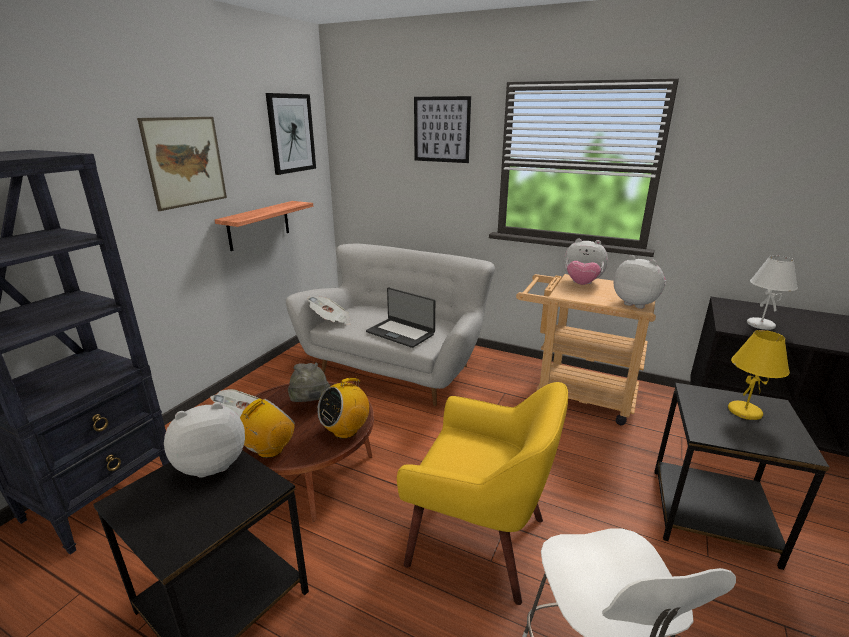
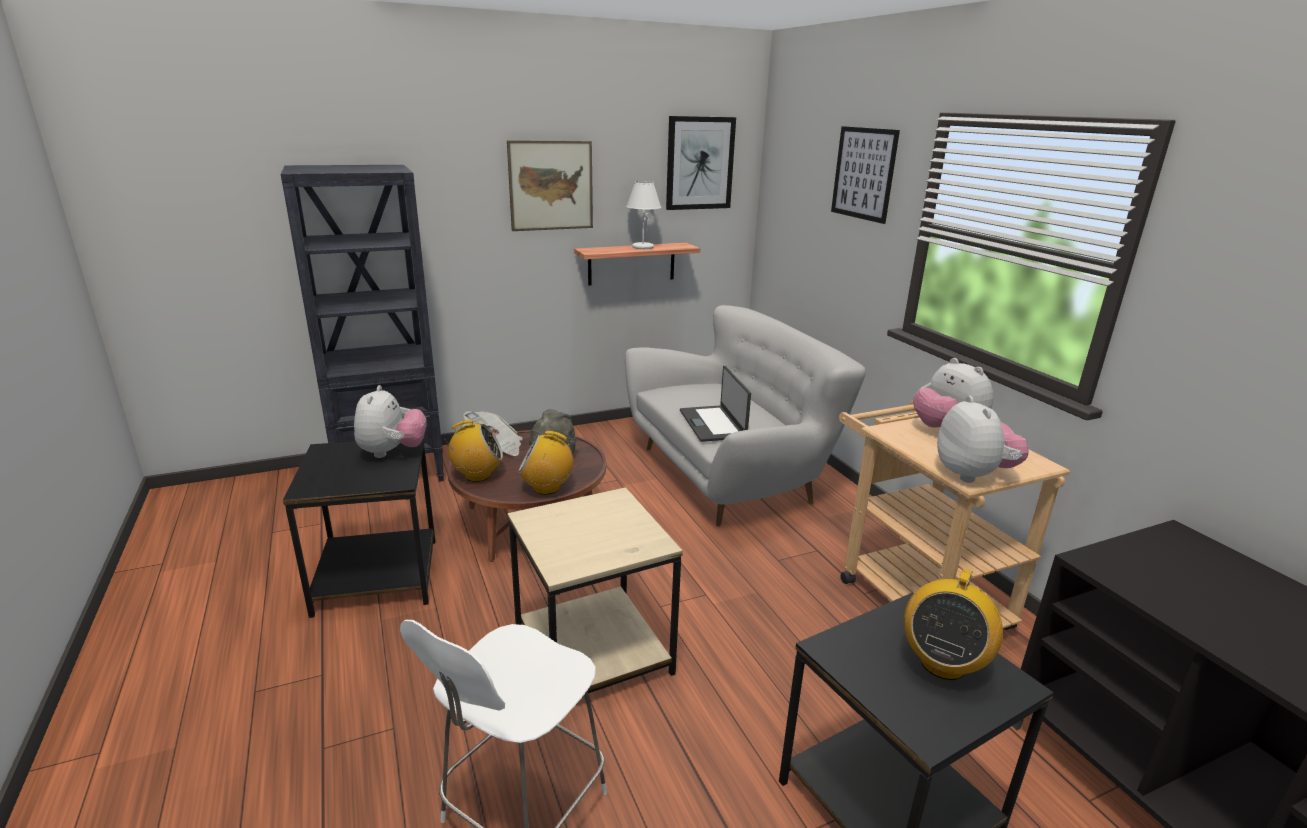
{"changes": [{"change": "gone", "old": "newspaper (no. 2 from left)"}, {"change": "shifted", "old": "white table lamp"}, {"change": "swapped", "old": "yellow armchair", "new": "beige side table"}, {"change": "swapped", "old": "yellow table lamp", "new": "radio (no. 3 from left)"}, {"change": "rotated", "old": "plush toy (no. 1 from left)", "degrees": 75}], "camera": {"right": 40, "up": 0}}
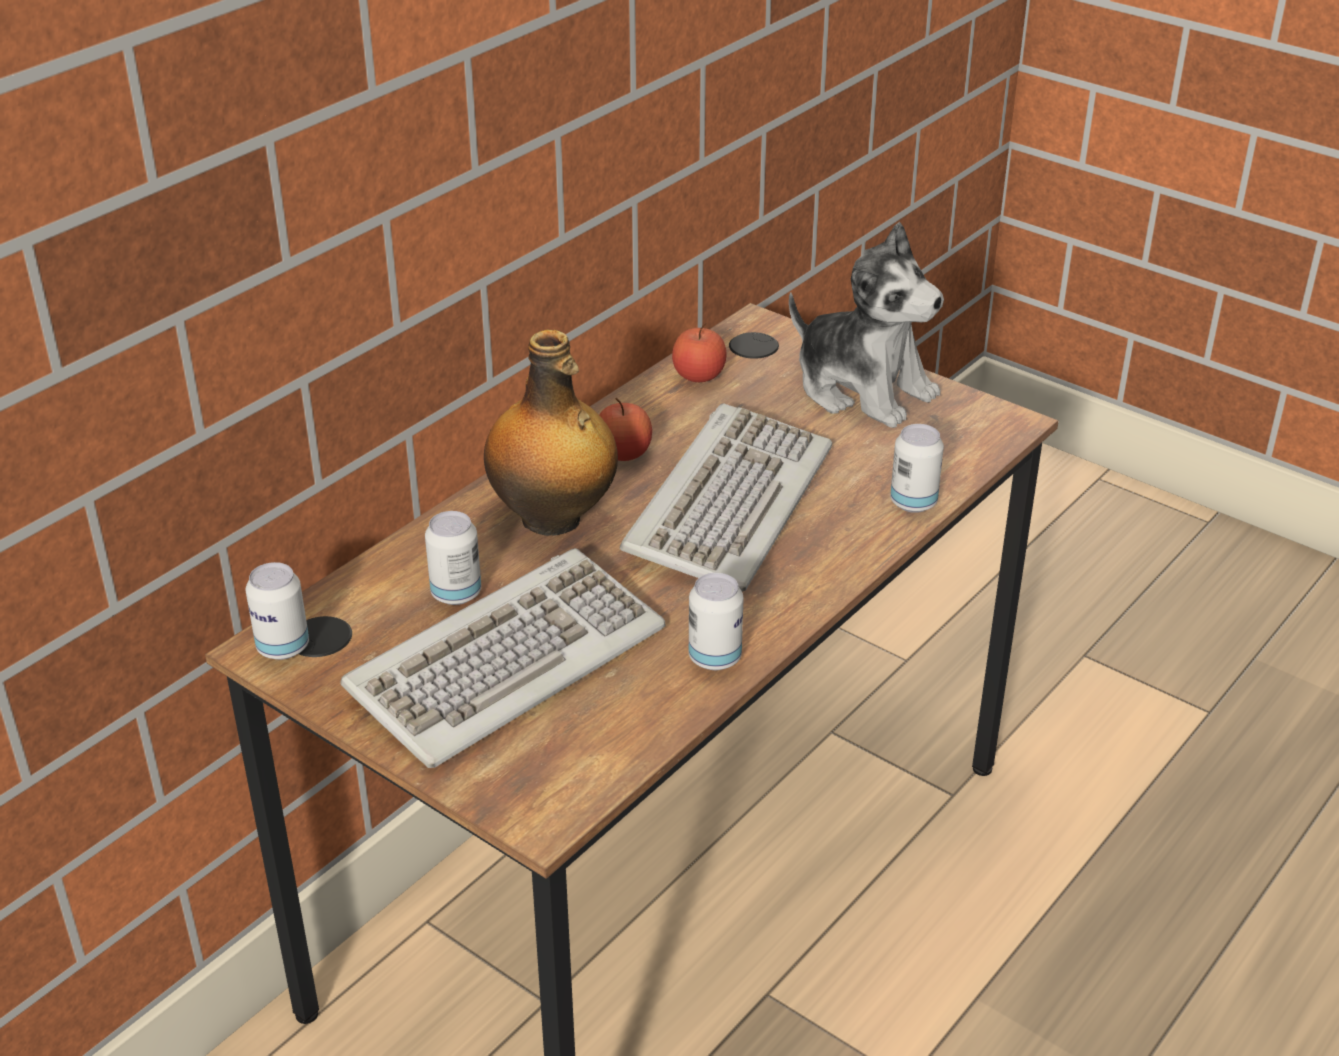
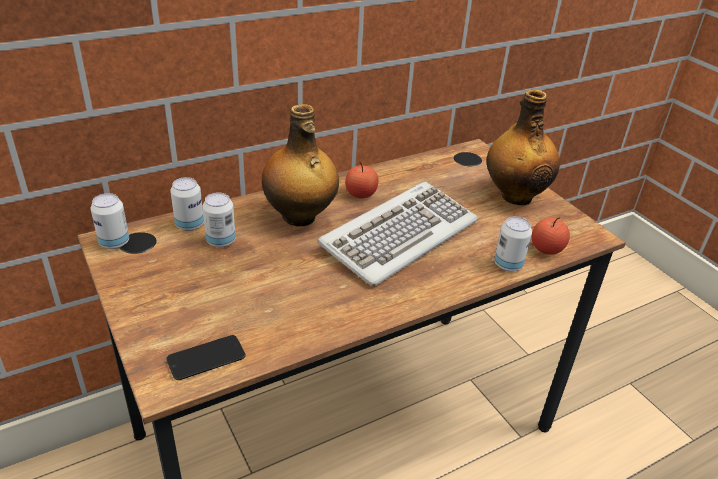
{"changes": [{"change": "gone", "old": "keyboard (no. 1 from left)"}, {"change": "new", "new": "phone"}, {"change": "shifted", "old": "apple (no. 2 from left)"}, {"change": "shifted", "old": "can (no. 3 from left in the first image)", "new": "can (no. 2 from left)"}, {"change": "swapped", "old": "plush toy", "new": "bottle (no. 2 from left)"}], "camera": {"right": 20, "up": 0}}
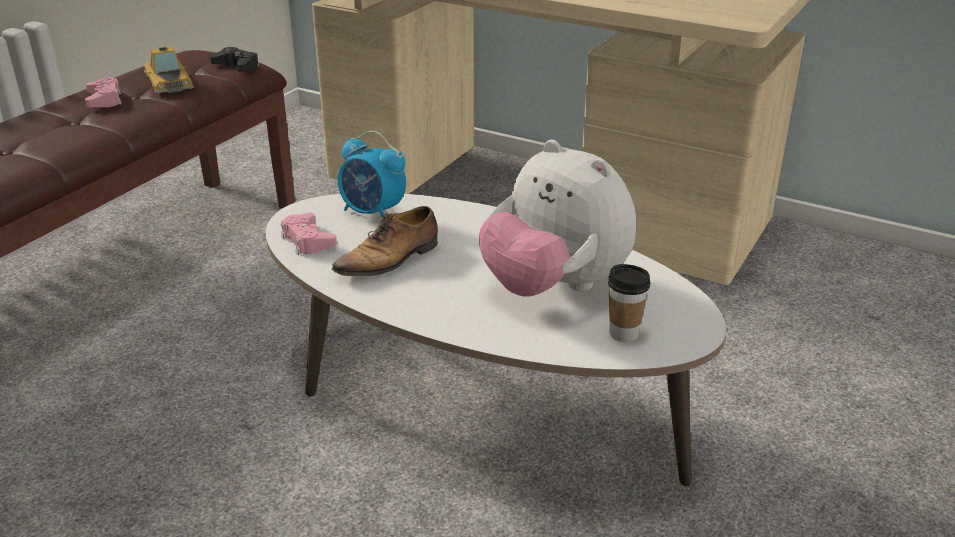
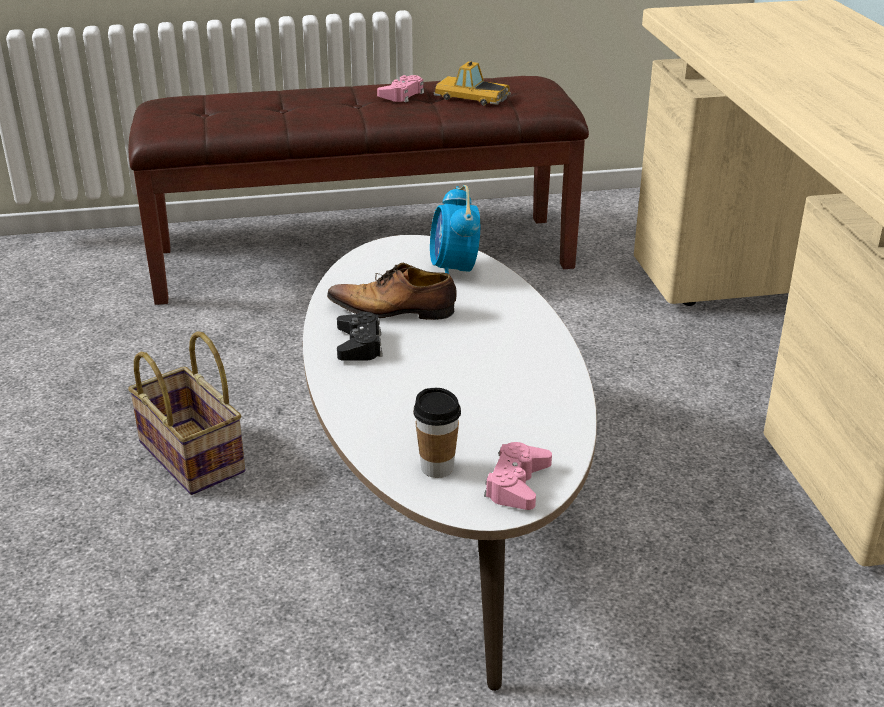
{"changes": [{"change": "gone", "old": "plush toy"}, {"change": "new", "new": "basket"}, {"change": "shifted", "old": "black game controller"}, {"change": "shifted", "old": "pink game controller (no. 2 from left)"}, {"change": "rotated", "old": "toy car", "degrees": -90}], "camera": {"right": 50, "up": 0}}
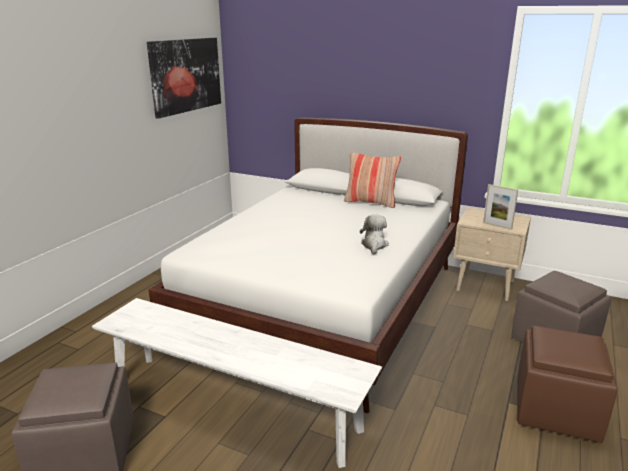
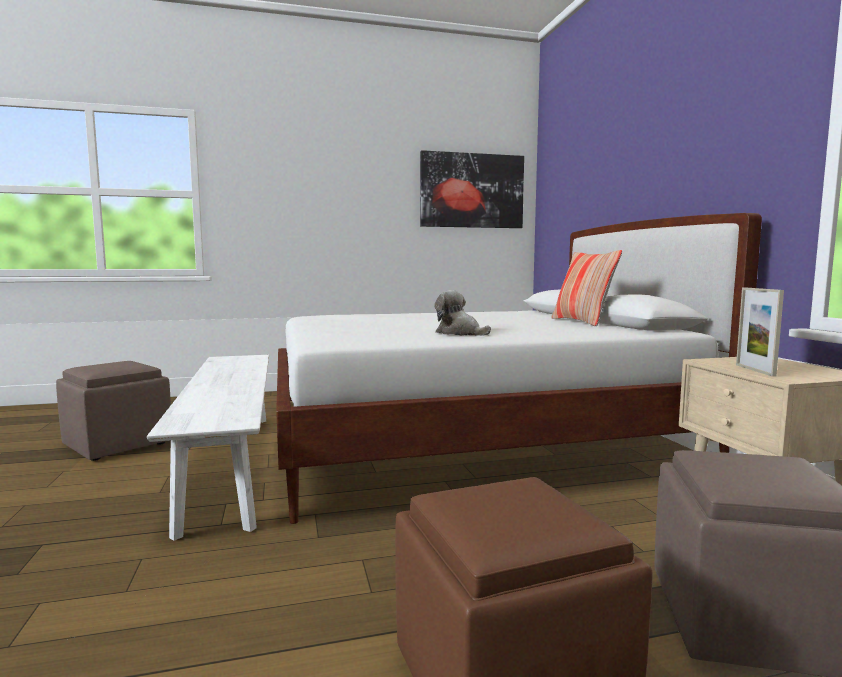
{"changes": [{"change": "rotated", "old": "plush toy", "degrees": -105}], "camera": {"right": 50, "up": -15}}
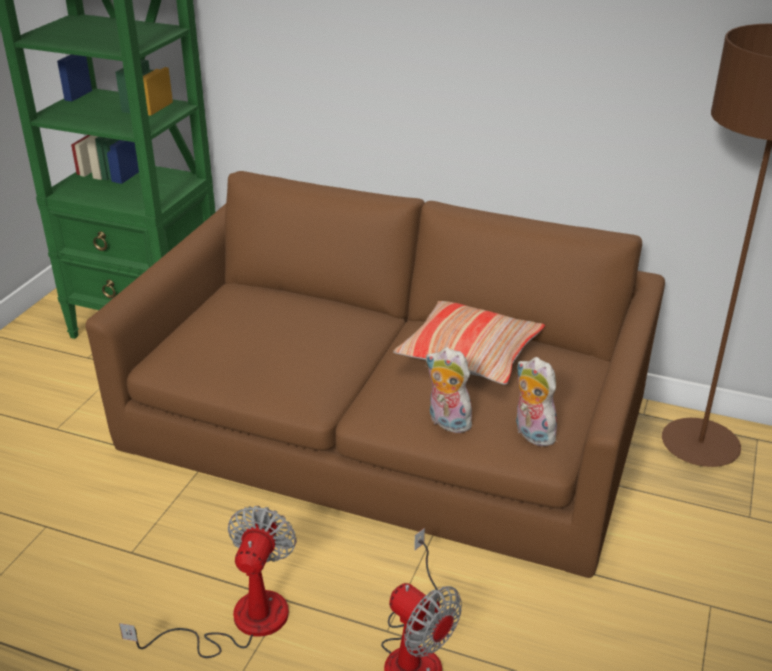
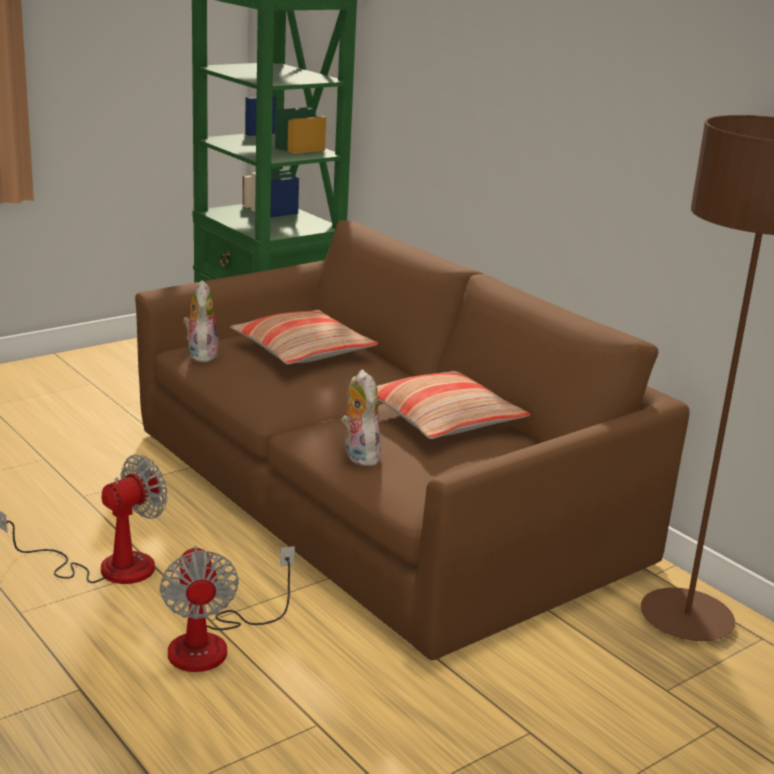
{"changes": [{"change": "new", "new": "pillow (no. 1 from left)"}, {"change": "shifted", "old": "plush toy (no. 2 from left in the first image)", "new": "plush toy (no. 1 from left)"}], "camera": {"right": 30, "up": -10}}
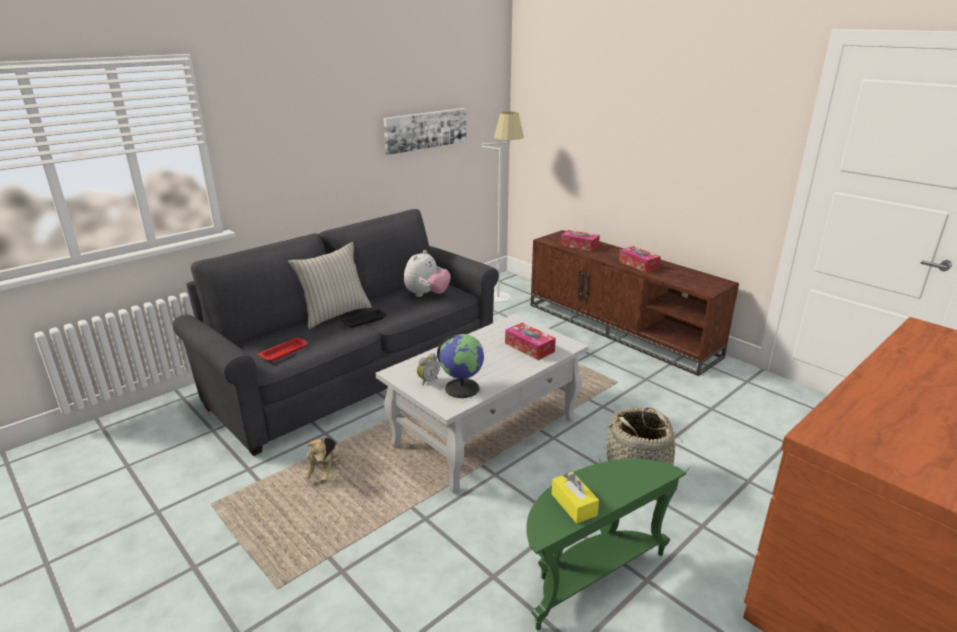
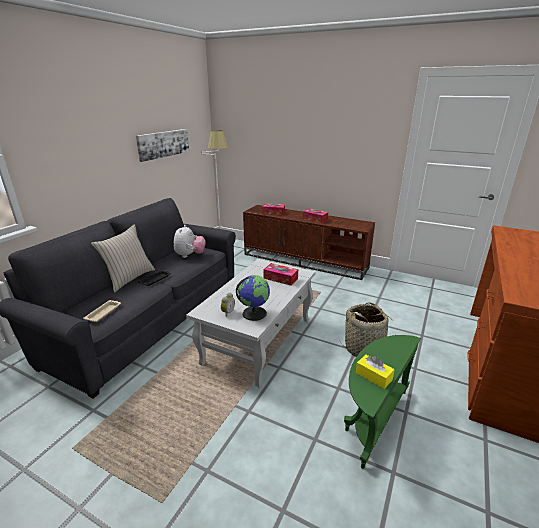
{"changes": [{"change": "gone", "old": "plush toy (no. 1 from left)"}, {"change": "repainted", "old": "red tray", "new": "beige tray"}], "camera": {"right": -20, "up": 0}}
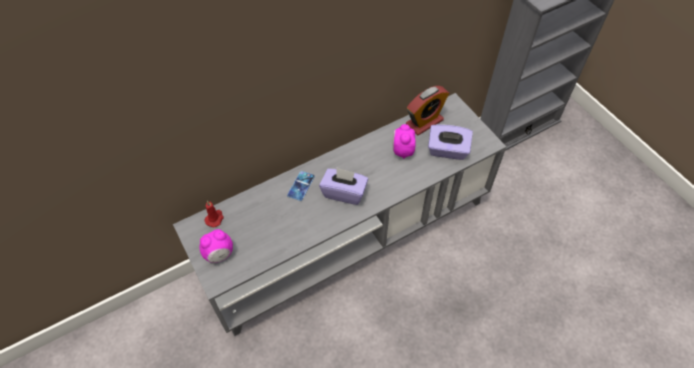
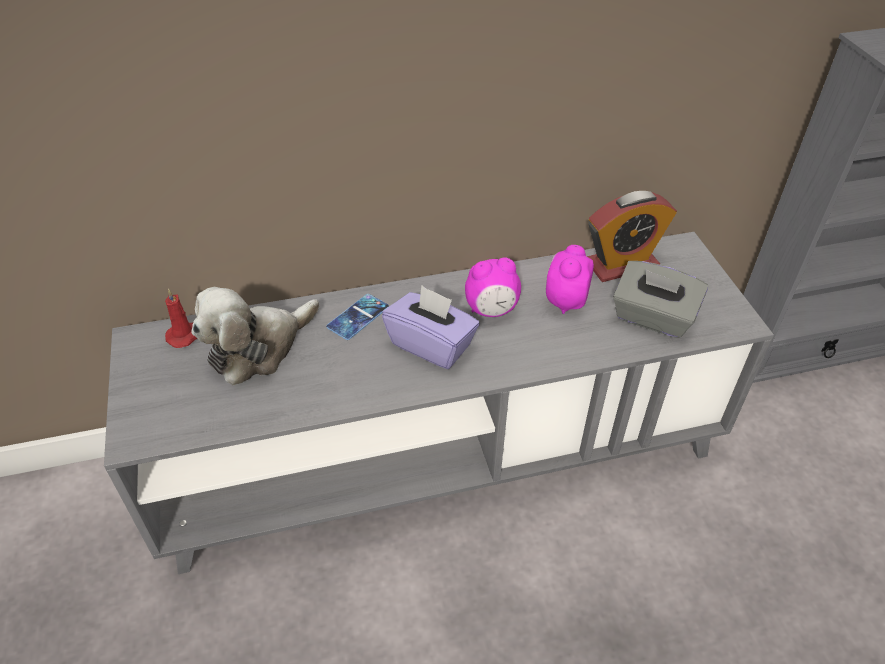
{"changes": [{"change": "new", "new": "plush toy"}, {"change": "shifted", "old": "alarm clock (no. 1 from left)"}, {"change": "repainted", "old": "purple tissue box (no. 2 from left)", "new": "grey tissue box"}], "camera": {"right": 15, "up": -10}}
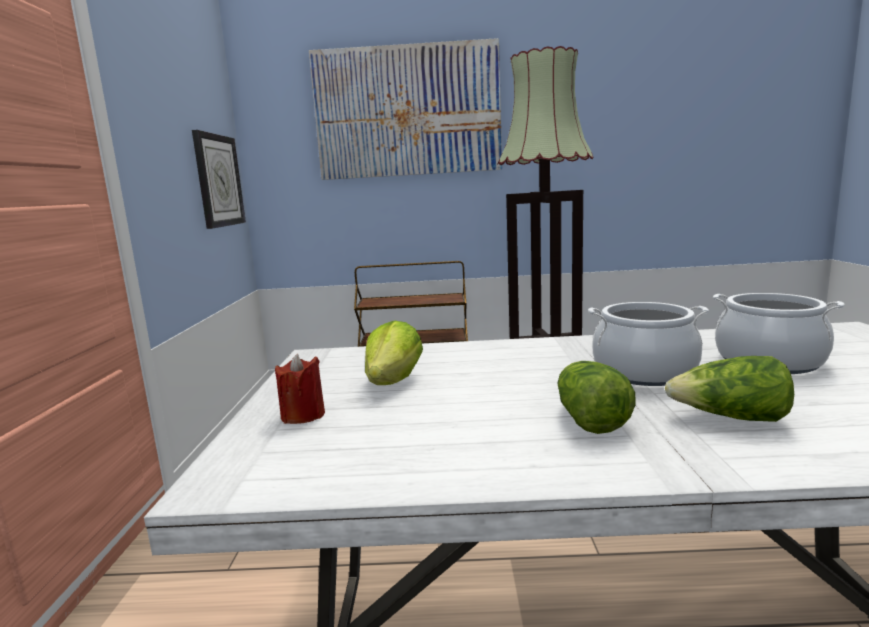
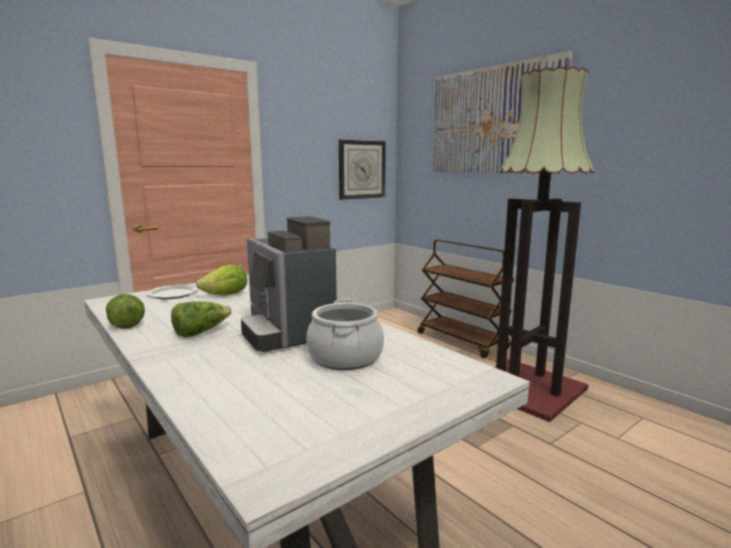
{"changes": [{"change": "shifted", "old": "lettuce (no. 3 from left in the first image)", "new": "lettuce (no. 1 from left)"}, {"change": "swapped", "old": "red candle", "new": "plate"}, {"change": "swapped", "old": "cooking pot (no. 1 from left)", "new": "coffee machine"}], "camera": {"right": 50, "up": 0}}
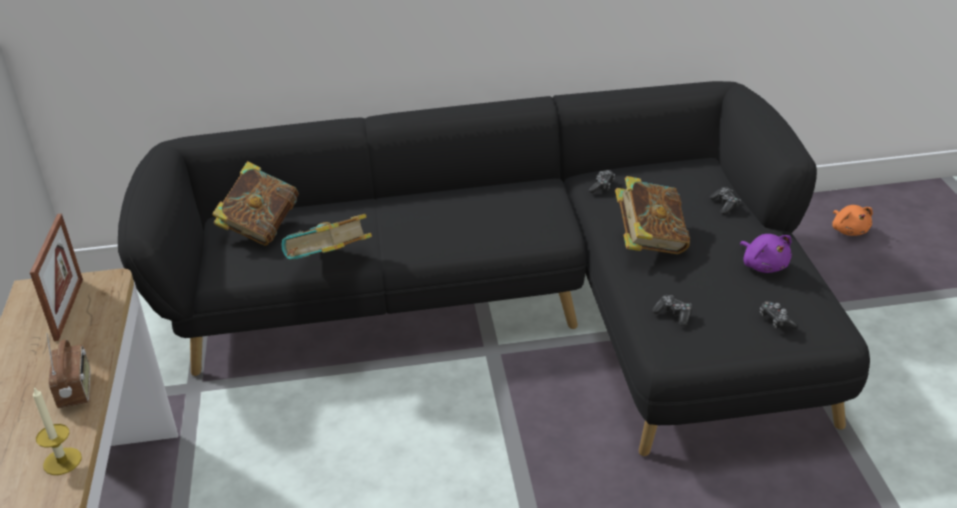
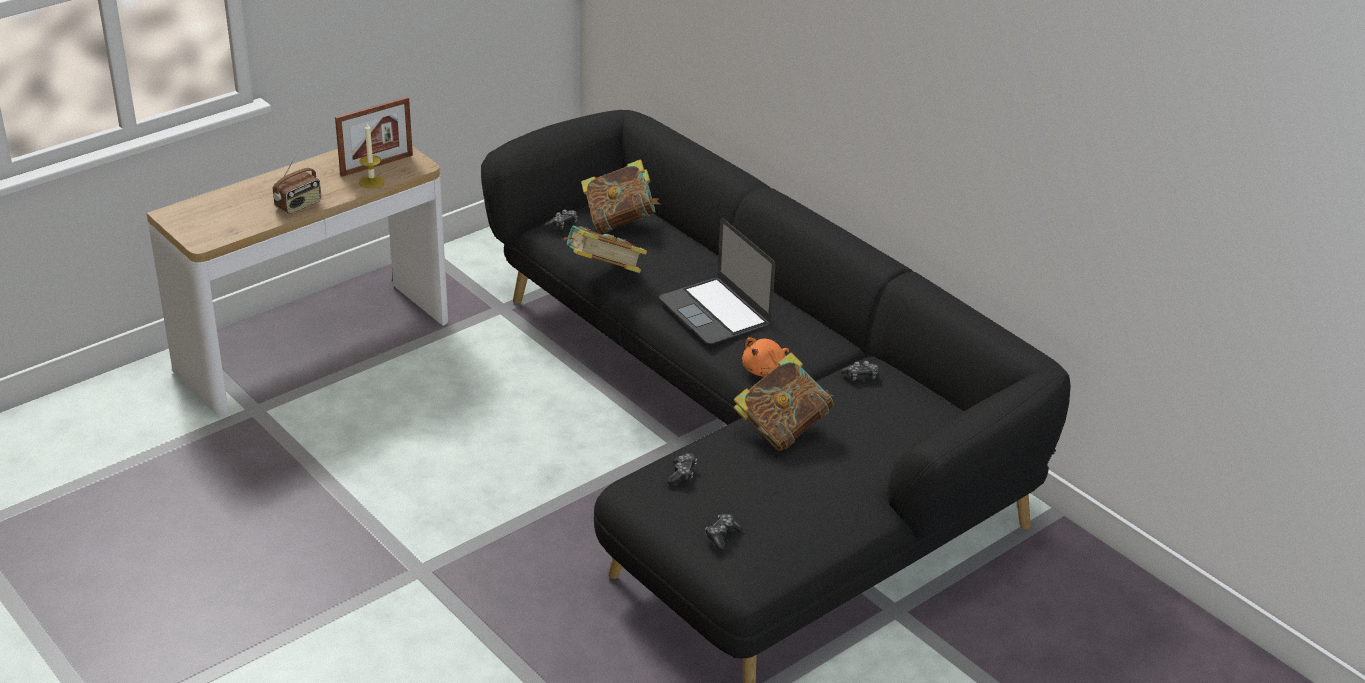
{"changes": [{"change": "gone", "old": "purple plush toy"}, {"change": "new", "new": "laptop"}, {"change": "shifted", "old": "candle"}, {"change": "shifted", "old": "game controller (no. 3 from left in the first image)", "new": "game controller (no. 1 from left)"}, {"change": "shifted", "old": "orange plush toy"}], "camera": {"right": 55, "up": 0}}
